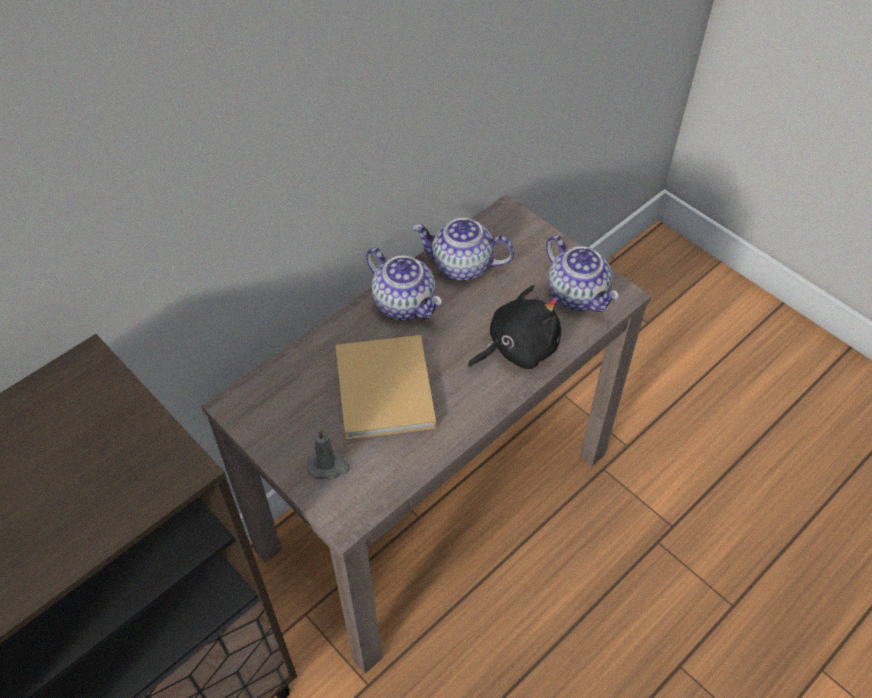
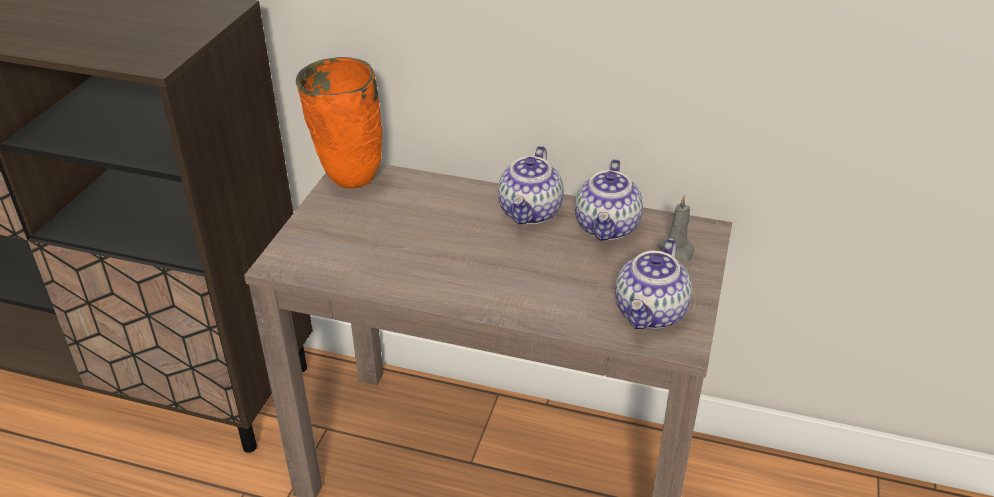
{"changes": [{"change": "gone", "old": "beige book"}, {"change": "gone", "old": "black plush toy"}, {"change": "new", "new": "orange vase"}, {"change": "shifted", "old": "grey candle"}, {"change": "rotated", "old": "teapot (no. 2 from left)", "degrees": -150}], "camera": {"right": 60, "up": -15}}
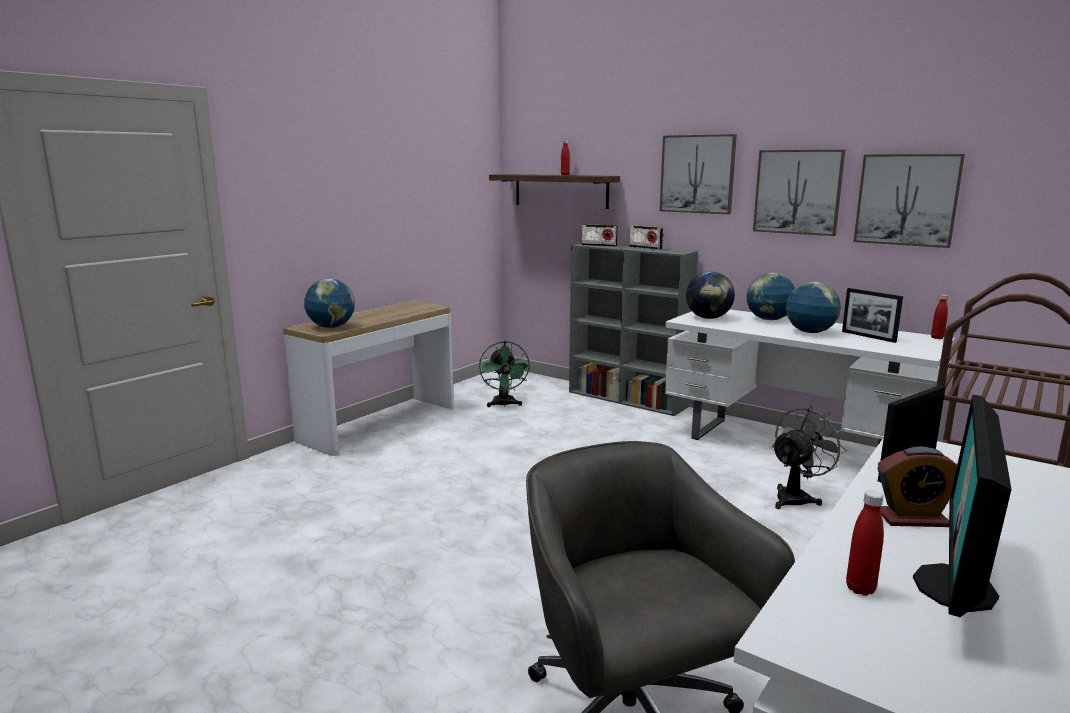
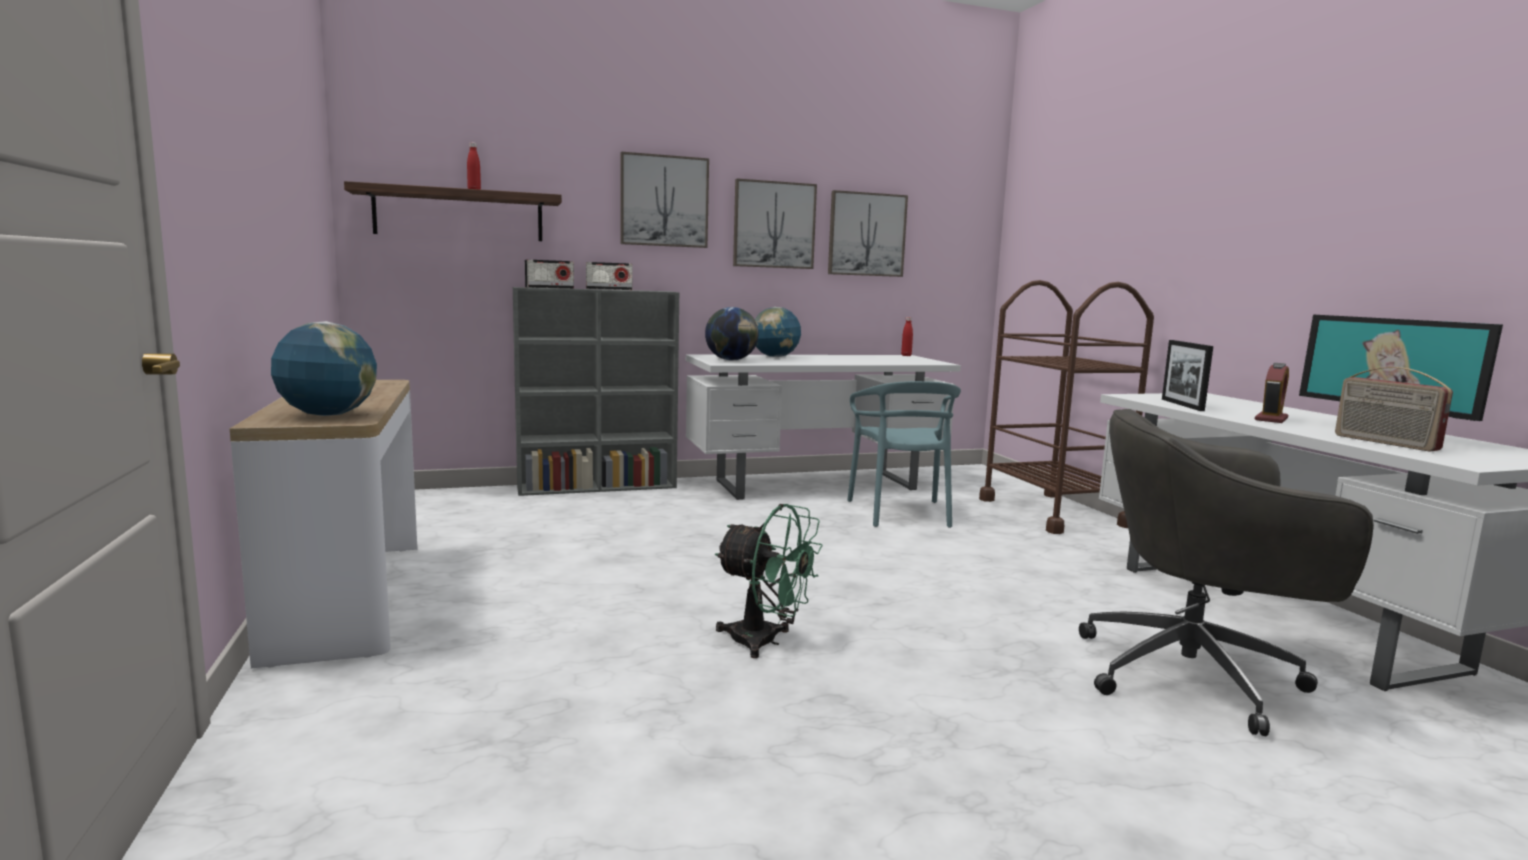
{"changes": [{"change": "gone", "old": "globe (no. 4 from left)"}, {"change": "gone", "old": "picture frame (no. 1 from left)"}, {"change": "shifted", "old": "green fan"}, {"change": "swapped", "old": "grey fan", "new": "turquoise chair"}, {"change": "swapped", "old": "red bottle (no. 2 from left)", "new": "radio (no. 3 from left)"}], "camera": {"right": -55, "up": -5}}
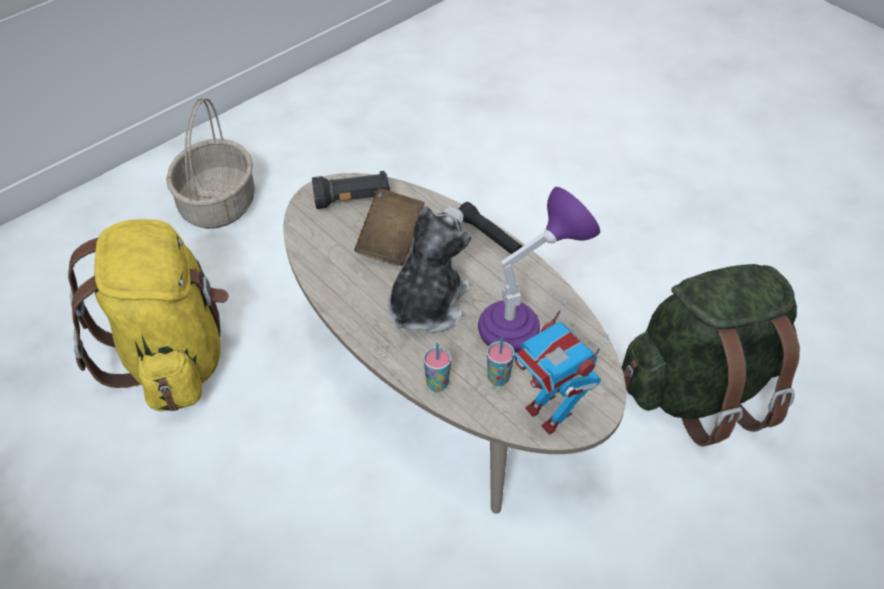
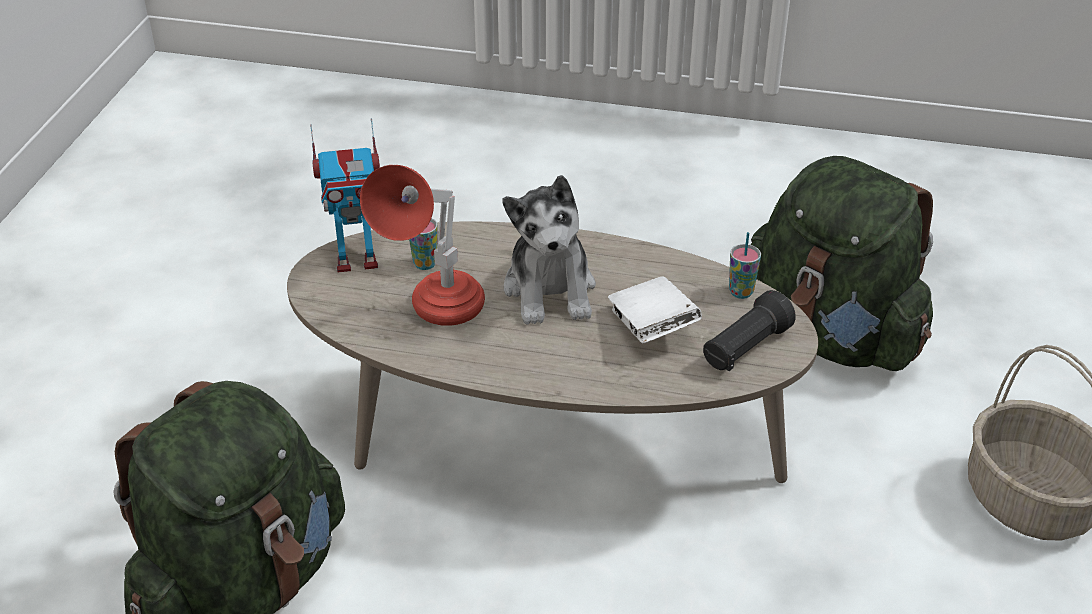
{"changes": [{"change": "gone", "old": "black flashlight (no. 2 from left)"}, {"change": "shifted", "old": "cup (no. 1 from left in the first image)", "new": "cup (no. 2 from left)"}, {"change": "repainted", "old": "yellow backpack", "new": "green backpack (no. 2 from left)"}, {"change": "repainted", "old": "brown book", "new": "white book"}, {"change": "repainted", "old": "purple table lamp", "new": "red table lamp"}, {"change": "rotated", "old": "toy robot", "degrees": 150}], "camera": {"right": 145, "up": -10}}
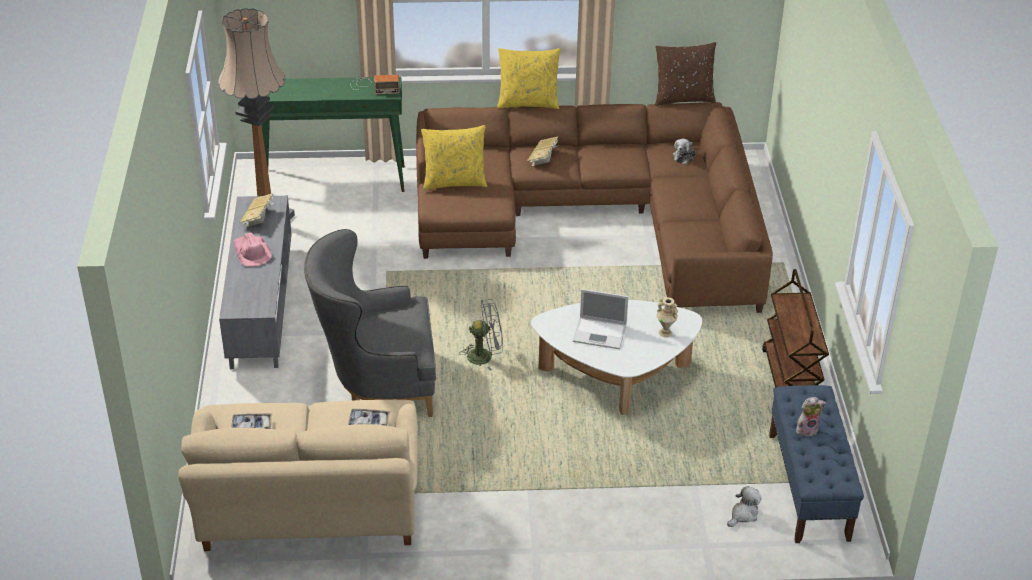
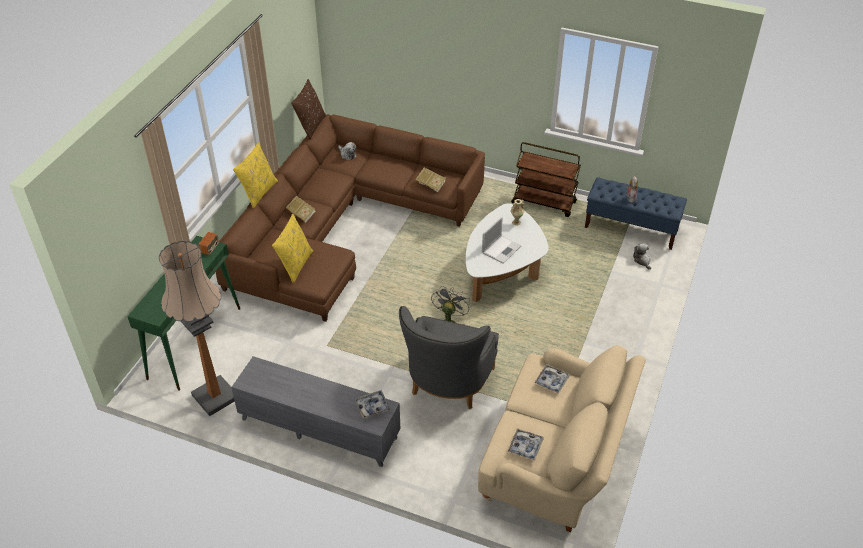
{"changes": [{"change": "gone", "old": "pink hat"}, {"change": "new", "new": "tray (no. 1 from left)"}, {"change": "shifted", "old": "book (no. 1 from left in the first image)", "new": "book (no. 2 from left)"}], "camera": {"right": -65, "up": 5}}
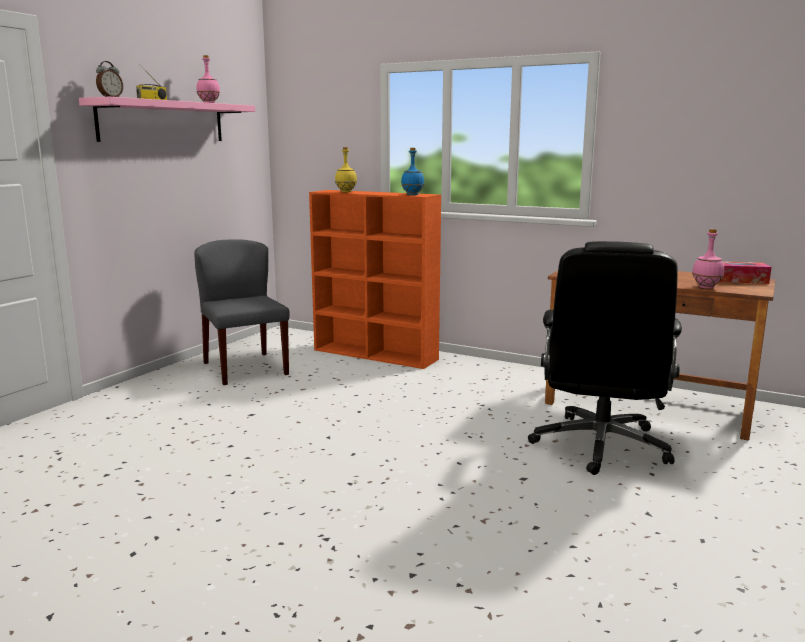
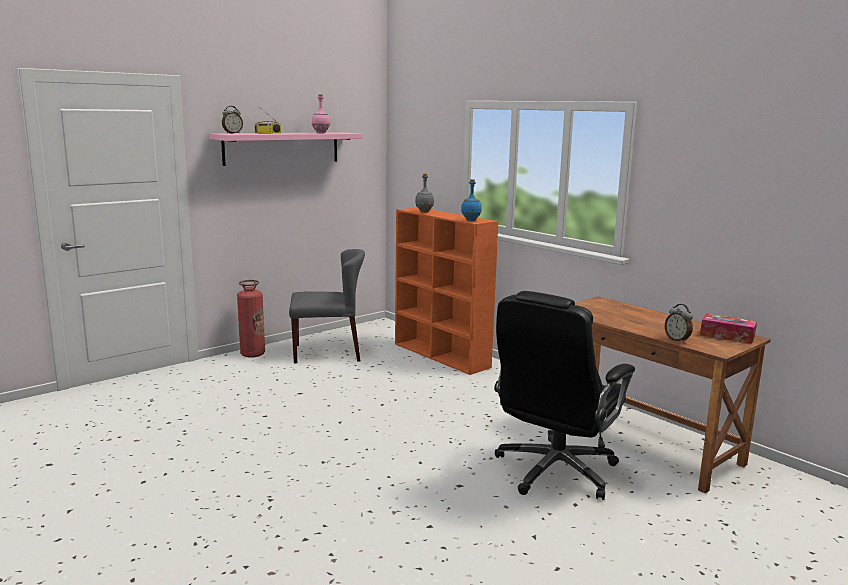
{"changes": [{"change": "new", "new": "fire extinguisher"}, {"change": "swapped", "old": "pink bottle (no. 2 from left)", "new": "alarm clock (no. 2 from left)"}, {"change": "repainted", "old": "yellow bottle", "new": "grey bottle"}, {"change": "rotated", "old": "grey chair", "degrees": 90}], "camera": {"right": 20, "up": 0}}
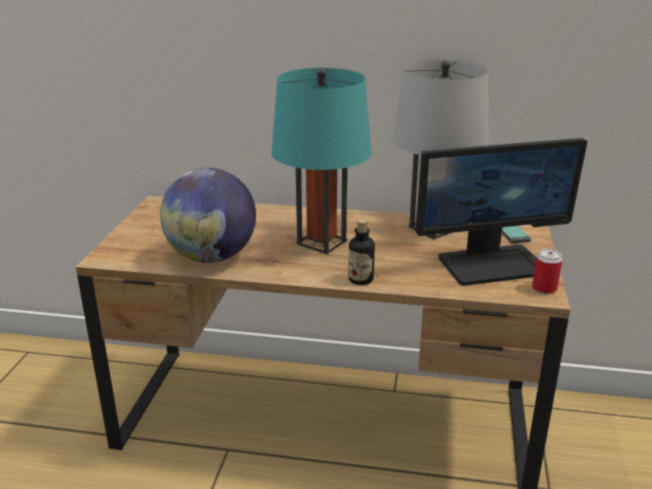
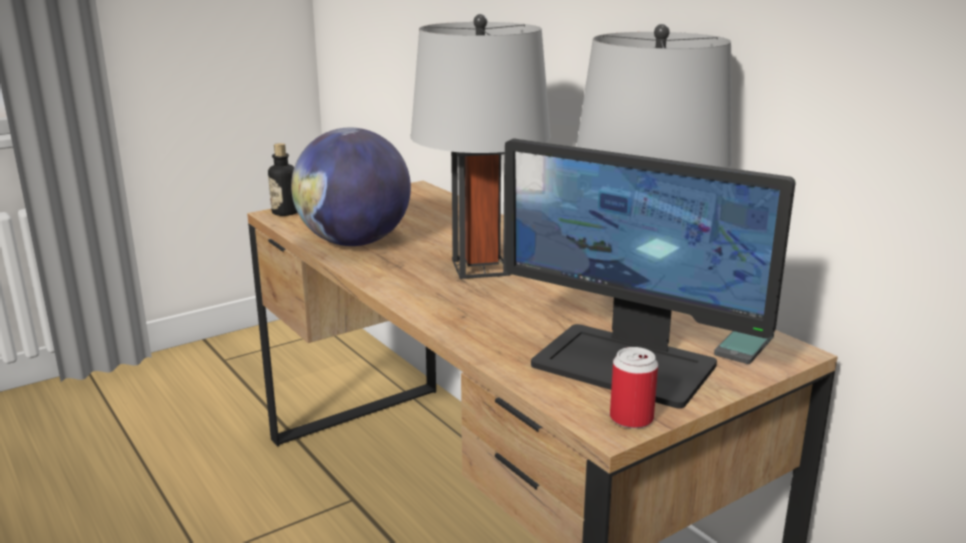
{"changes": [{"change": "shifted", "old": "bottle"}, {"change": "repainted", "old": "turquoise table lamp", "new": "grey table lamp (no. 1 from left)"}], "camera": {"right": 45, "up": -5}}
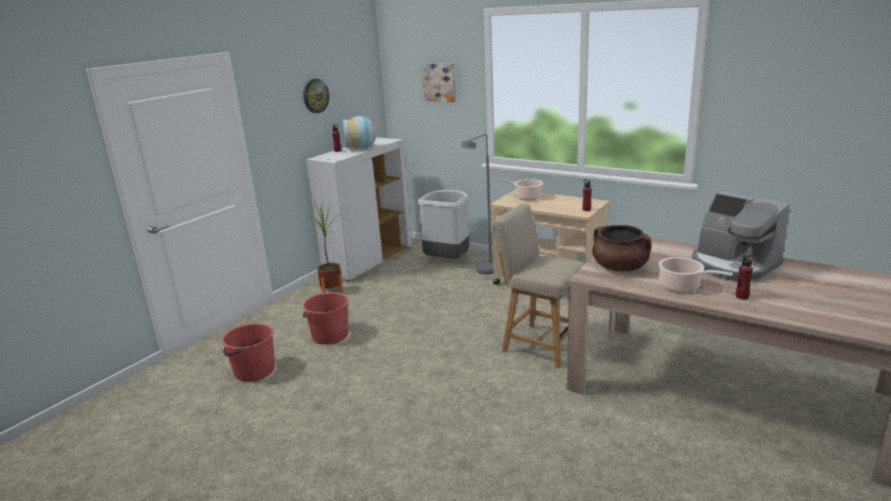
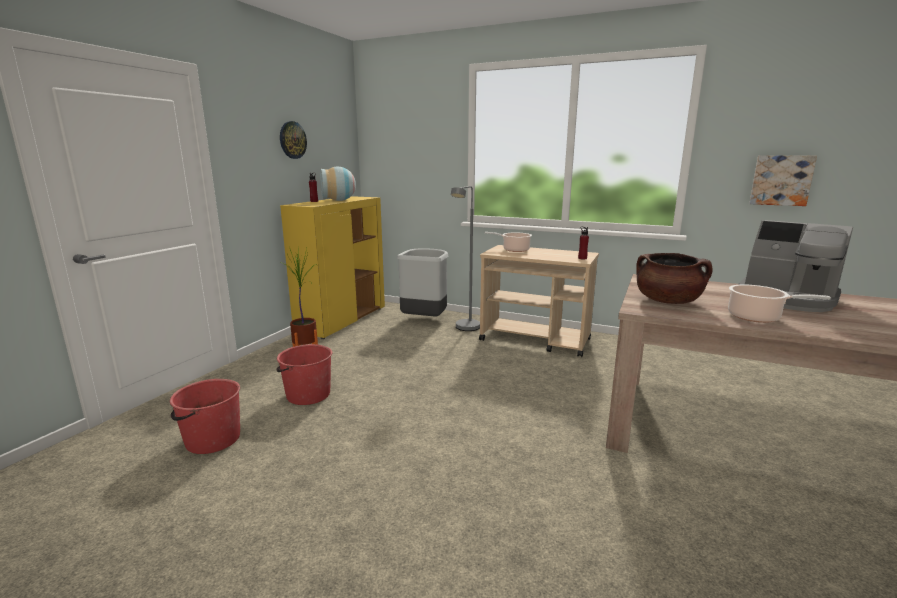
{"changes": [{"change": "gone", "old": "beige chair"}, {"change": "gone", "old": "red bottle (no. 3 from left)"}, {"change": "shifted", "old": "picture"}, {"change": "repainted", "old": "white cabinet", "new": "yellow cabinet"}], "camera": {"right": -10, "up": -5}}
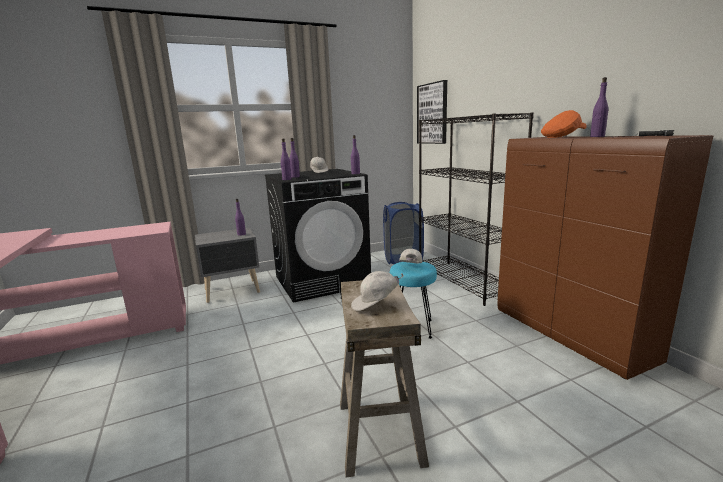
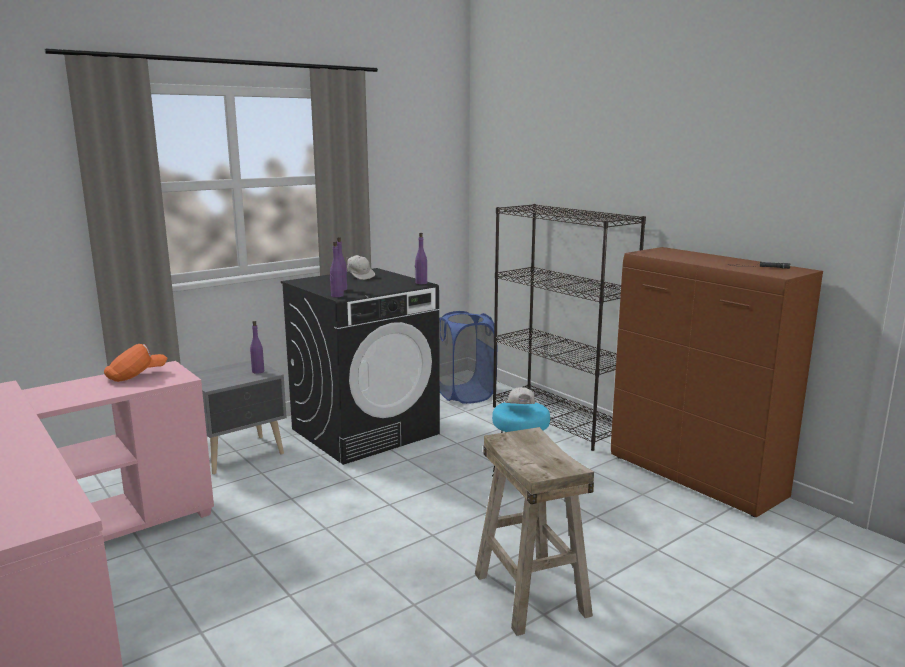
{"changes": [{"change": "gone", "old": "white cap (no. 2 from left)"}, {"change": "gone", "old": "picture"}, {"change": "gone", "old": "purple bottle (no. 5 from left)"}, {"change": "shifted", "old": "orange cap"}], "camera": {"right": -15, "up": 0}}
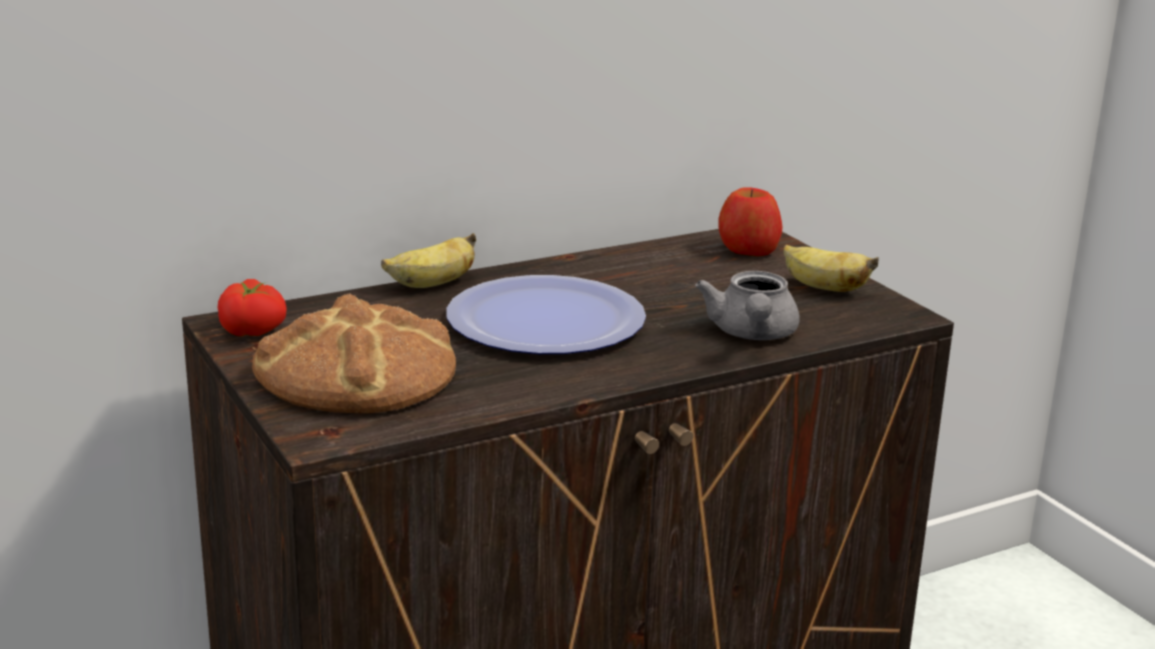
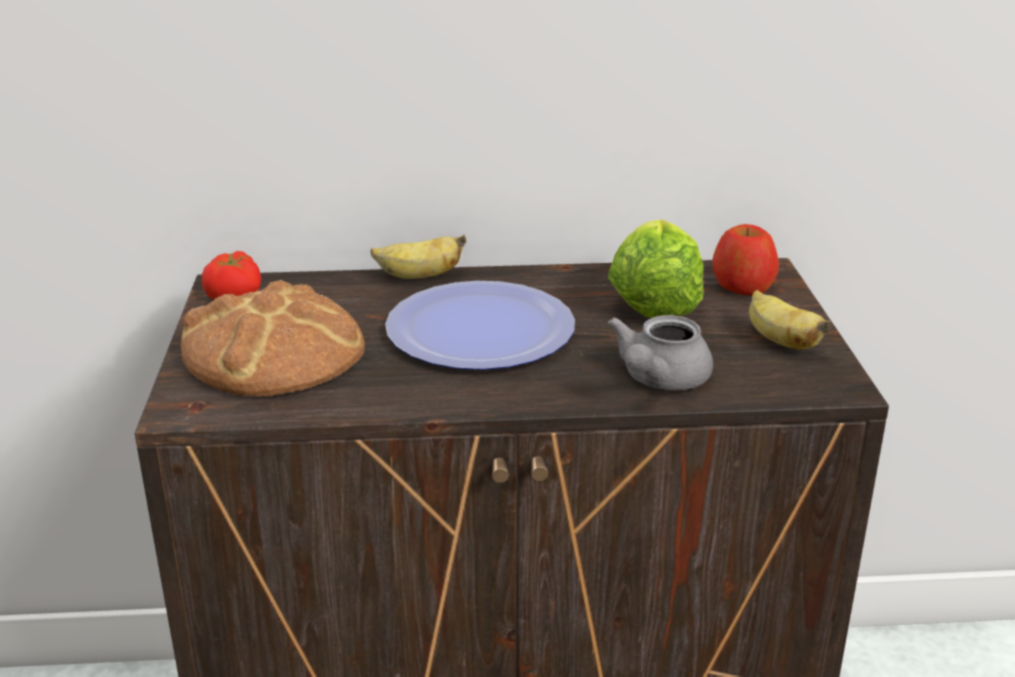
{"changes": [{"change": "new", "new": "lettuce"}], "camera": {"right": 25, "up": 5}}
